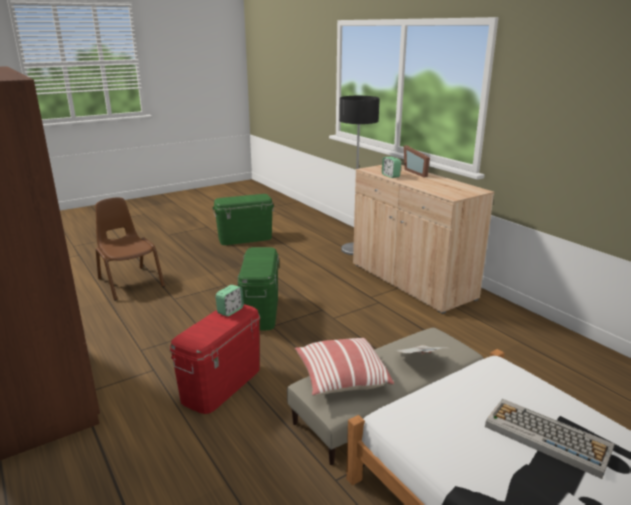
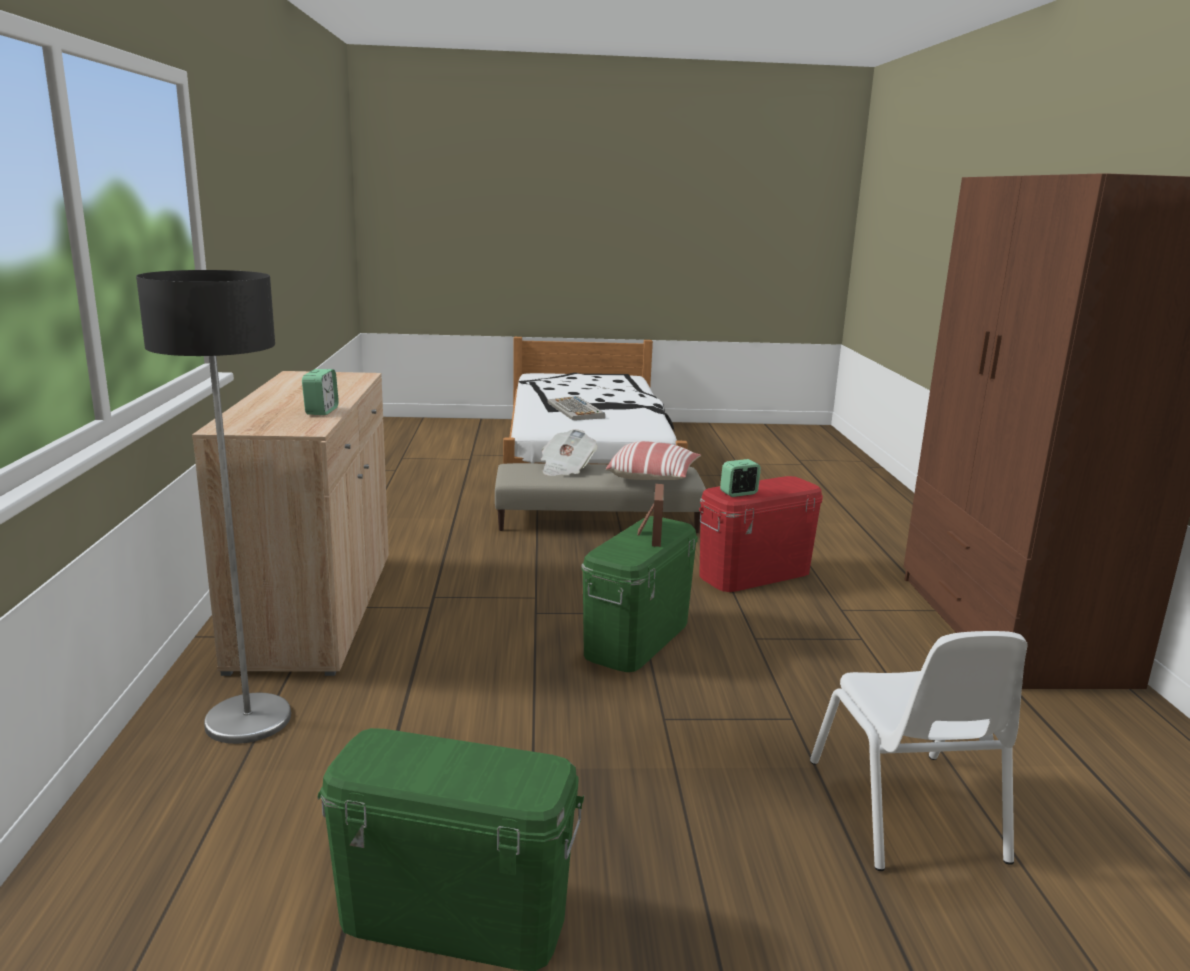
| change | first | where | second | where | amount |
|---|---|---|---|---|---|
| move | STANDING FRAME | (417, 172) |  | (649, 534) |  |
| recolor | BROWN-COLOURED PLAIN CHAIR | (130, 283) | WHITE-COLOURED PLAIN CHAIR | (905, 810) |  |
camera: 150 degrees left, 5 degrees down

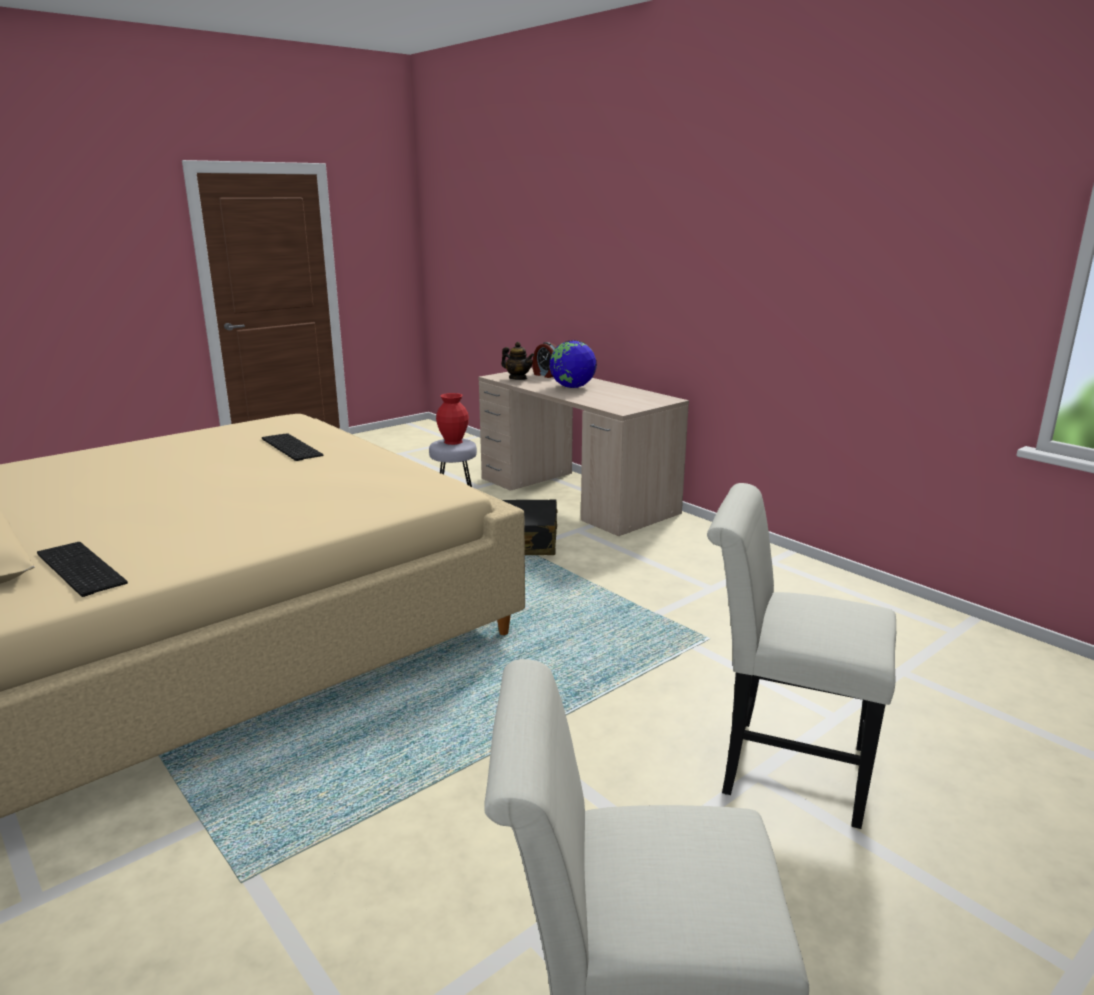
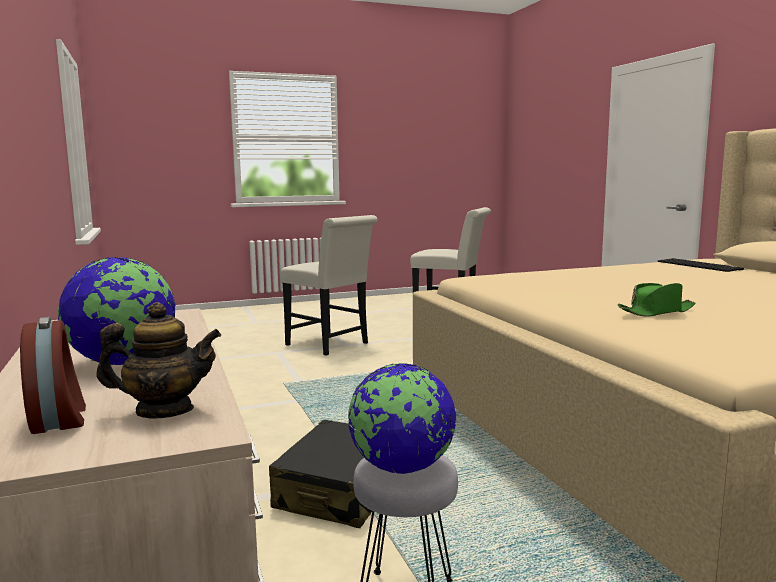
| change | first | where | second | where | amount |
|---|---|---|---|---|---|
| replace | COMPUTER KEYBOARD | (289, 447) | GREENISH HAT | (656, 312) |  |
| replace | RED DECORATIVE VASE | (453, 441) | WORLD GLOBE | (402, 468) |  |
| rotate | TEAPOT | (518, 378) |  | (164, 411) | 120 degrees clockwise |
camera: 160 degrees left, 10 degrees down

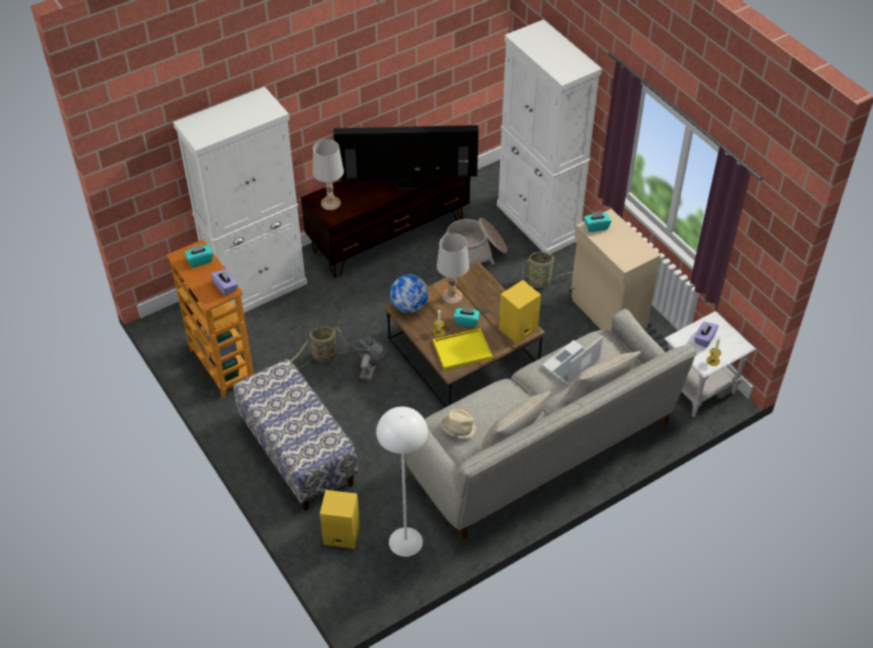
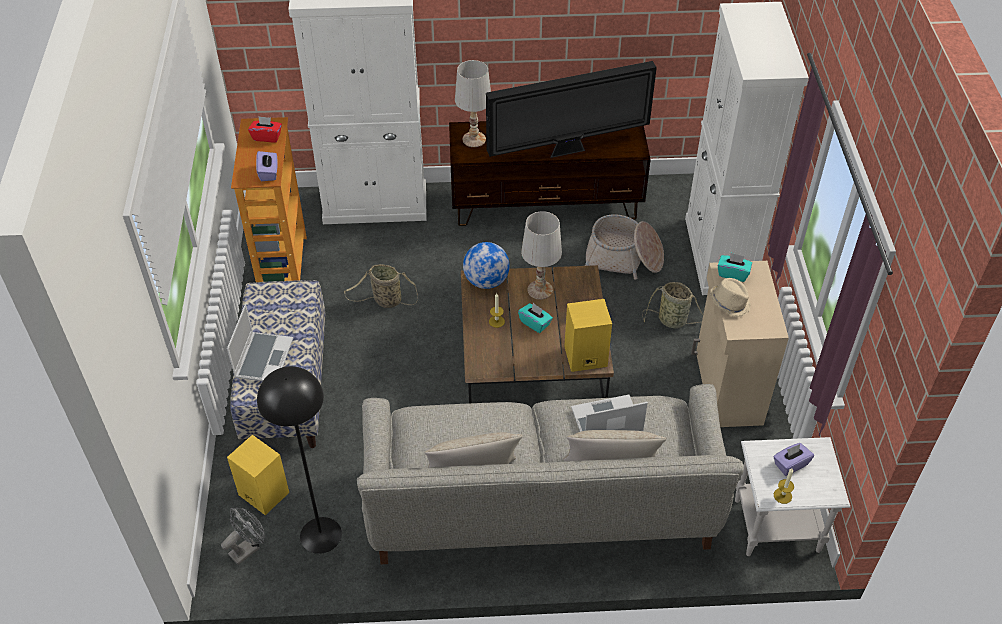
| change | first | where | second | where | amount |
|---|---|---|---|---|---|
| delete | YELLOW-COLOURED TRAY | (461, 350) |  |  |  |
| insert |  |  | LAPTOP | (263, 358) |  |
| move | GRAY COOLING FAN | (368, 369) |  | (248, 548) |  |
| move | SAND-COLOURED HAT | (458, 428) |  | (730, 302) |  |
| recolor | BLUE-GREEN BOX OF TISSUES | (200, 260) | RED BOX OF TISSUES | (267, 137) |  |
| recolor | WHITE-COLOURED STANDARD LAMP | (405, 541) | BLACK STANDARD LAMP | (321, 534) |  |
| rotate | TV | (407, 184) |  | (568, 150) | 135 degrees clockwise |
camera: 30 degrees right, 0 degrees up

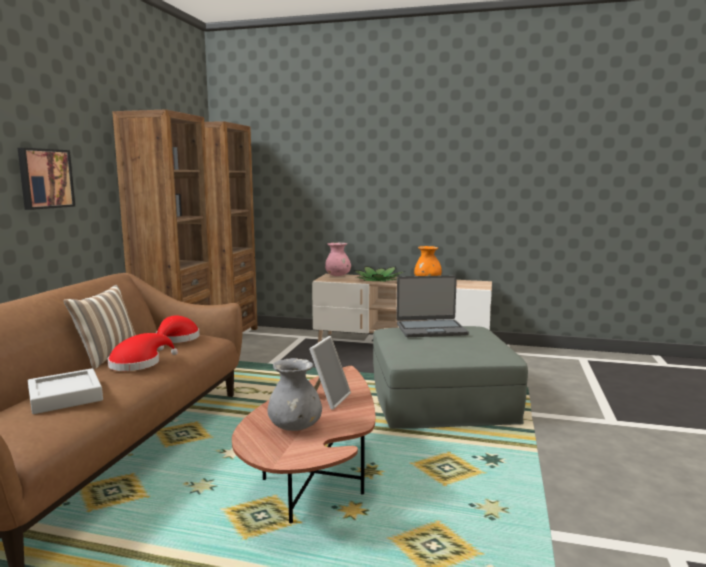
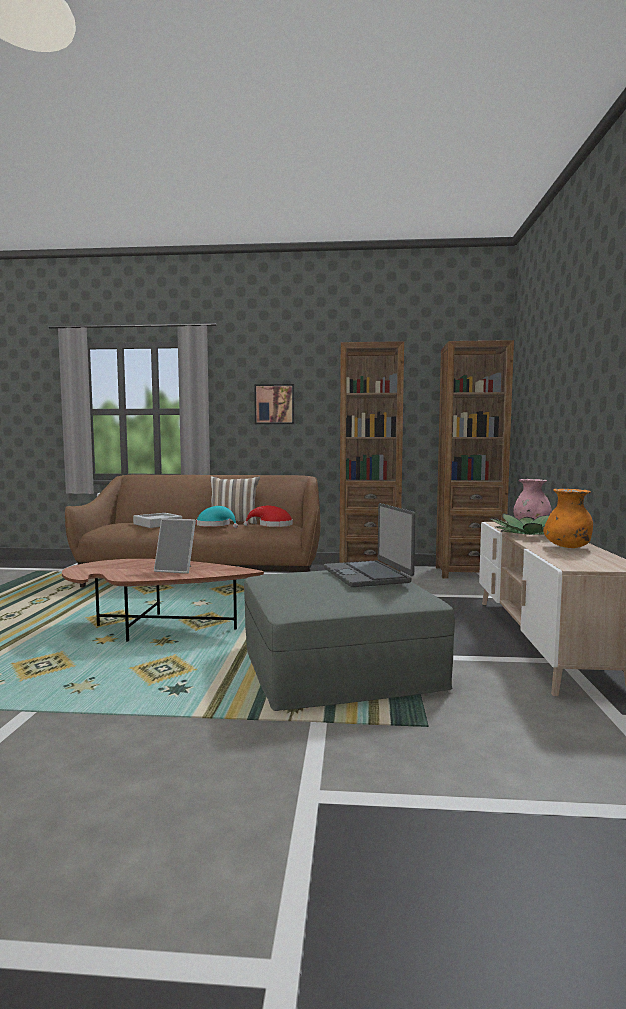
| change | first | where | second | where | amount |
|---|---|---|---|---|---|
| delete | GRAY DECORATIVE VASE | (295, 427) |  |  |  |
| recolor | RED HAT | (139, 363) | BLUE-GREEN HAT | (215, 525) |  |
camera: 80 degrees right, 5 degrees down

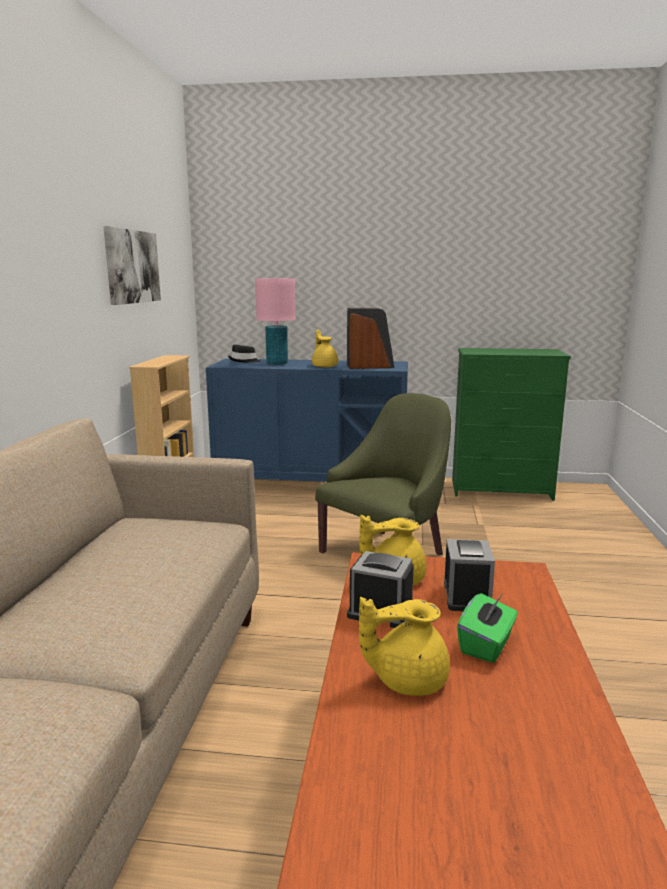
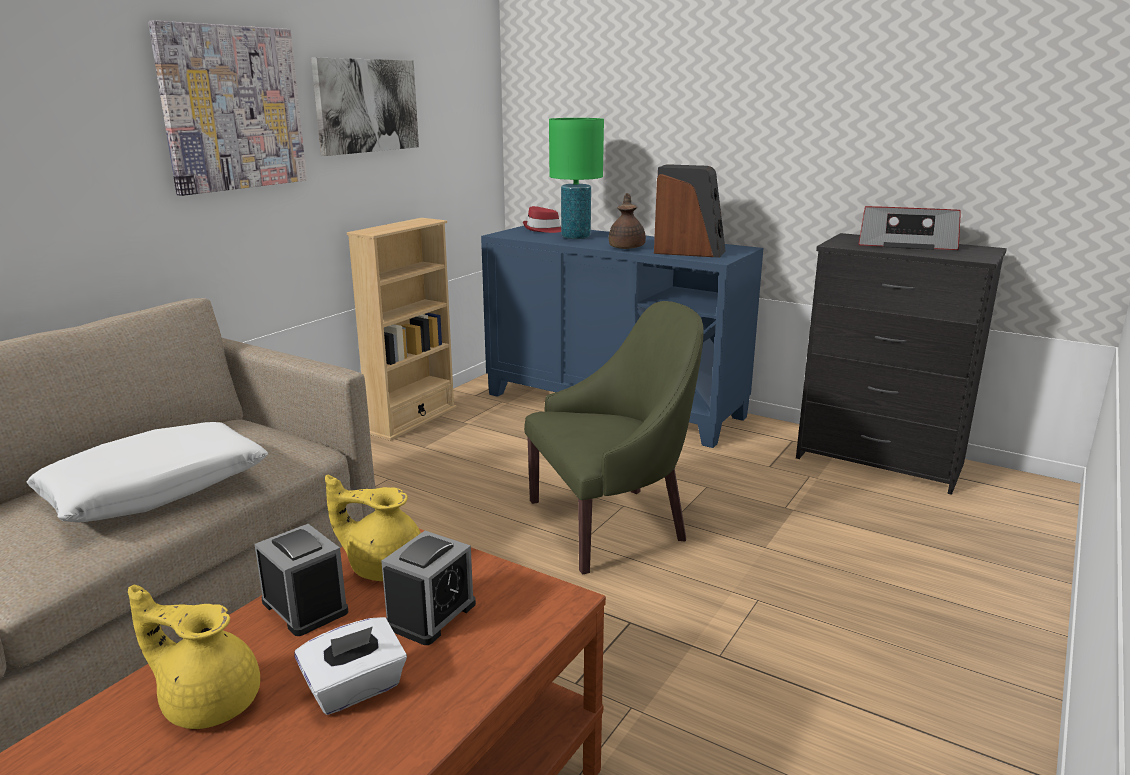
| change | first | where | second | where | amount |
|---|---|---|---|---|---|
| insert |  |  | WHITE-COLOURED PILLOW | (155, 489) |  |
| insert |  |  | WALL ART | (232, 108) |  |
| insert |  |  | RADIO | (905, 244) |  |
| recolor | BLACK HAT | (244, 361) | RED HAT | (543, 230) |  |
| recolor | PINK LAMP FOR A TABLE | (277, 363) | GREENISH LAMP FOR A TABLE | (575, 237) |  |
| recolor | YELLOW-COLOURED TEAPOT | (324, 366) | BROWN-COLOURED TEAPOT | (627, 247) |  |
| recolor | GREENISH DRAWER CHEST | (502, 490) | BLACK DRAWER CHEST | (880, 461) |  |
| recolor | GREENISH BOX OF TISSUES | (486, 645) | WHITE-COLOURED BOX OF TISSUES | (355, 689) |  |
camera: 25 degrees right, 5 degrees up

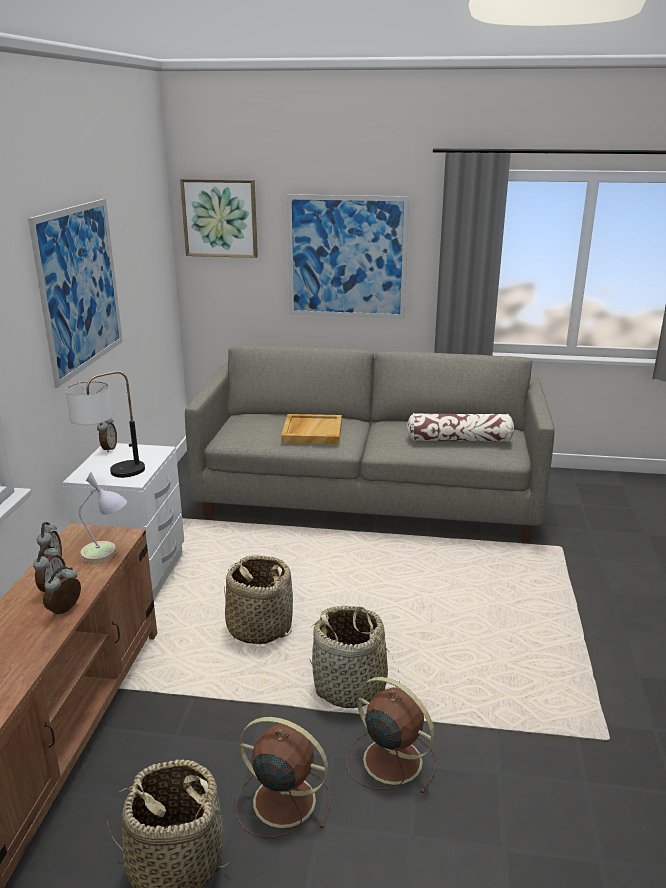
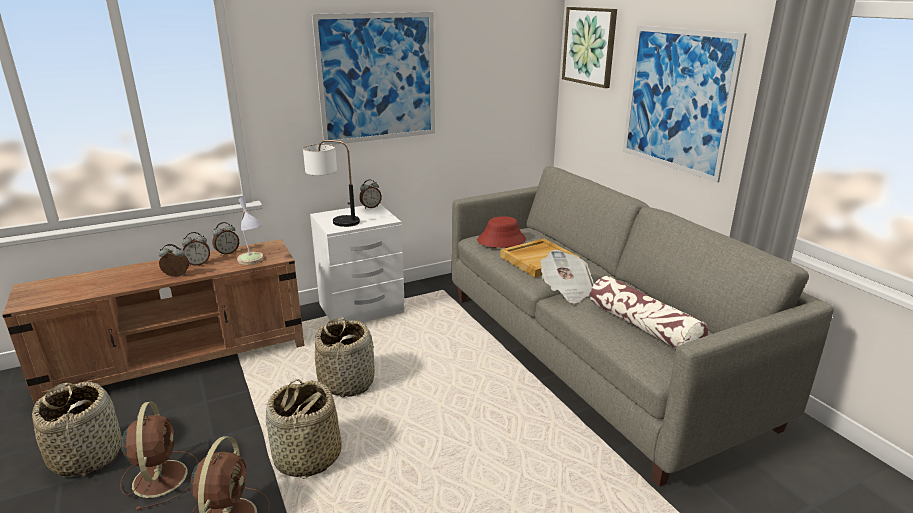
| change | first | where | second | where | amount |
|---|---|---|---|---|---|
| insert |  |  | RED HAT | (501, 240) |  |
| insert |  |  | PRINTED PAPER | (566, 290) |  |
camera: 55 degrees right, 0 degrees up

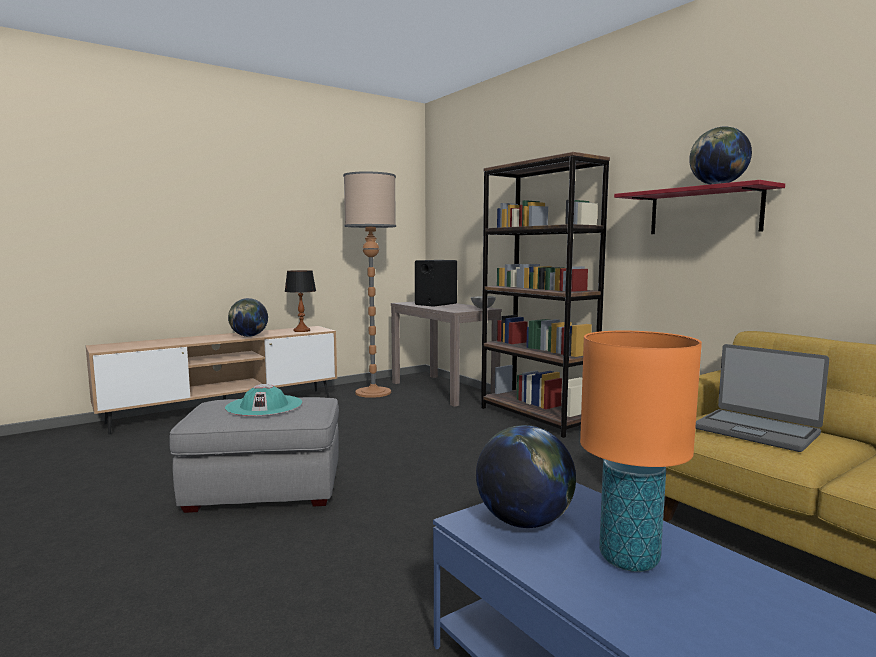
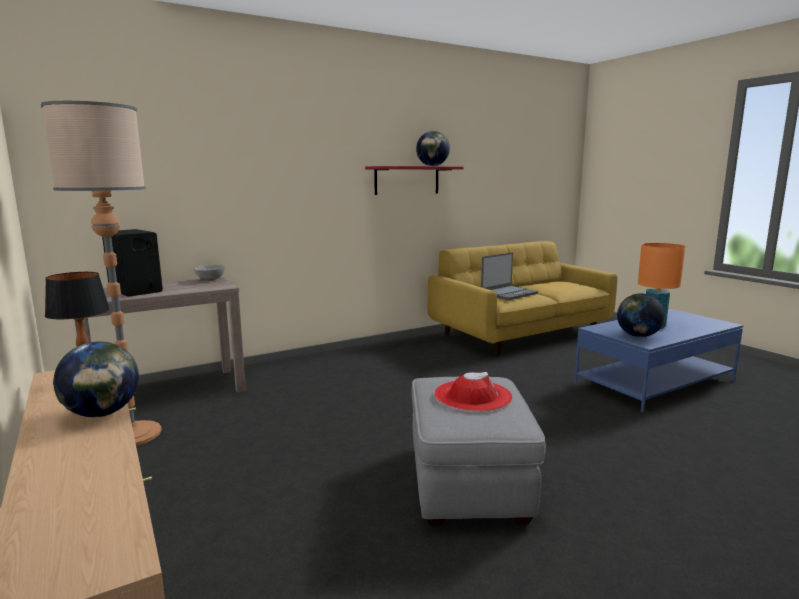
| change | first | where | second | where | amount |
|---|---|---|---|---|---|
| delete | BROWN-COLOURED BOOKSHELF | (536, 417) |  |  |  |
| recolor | BLUE-GREEN HAT | (264, 406) | RED HAT | (472, 395) |  |
camera: 85 degrees left, 5 degrees up

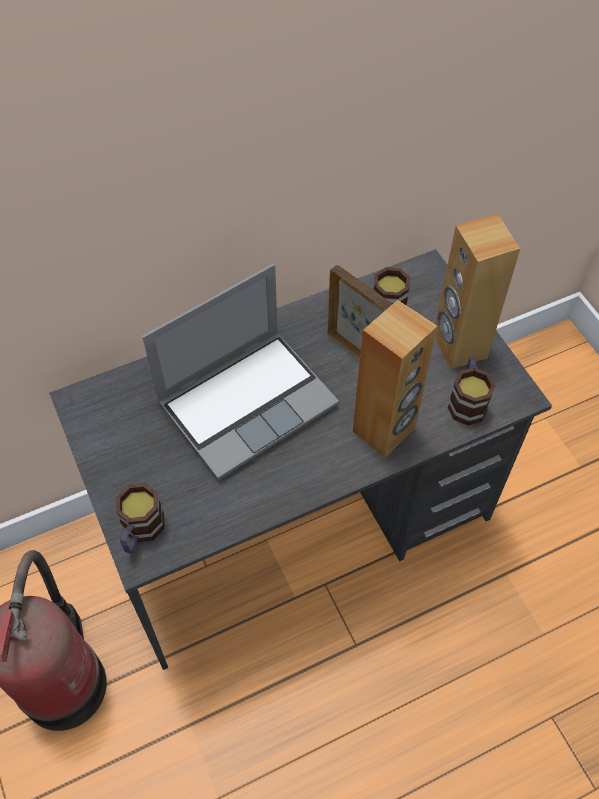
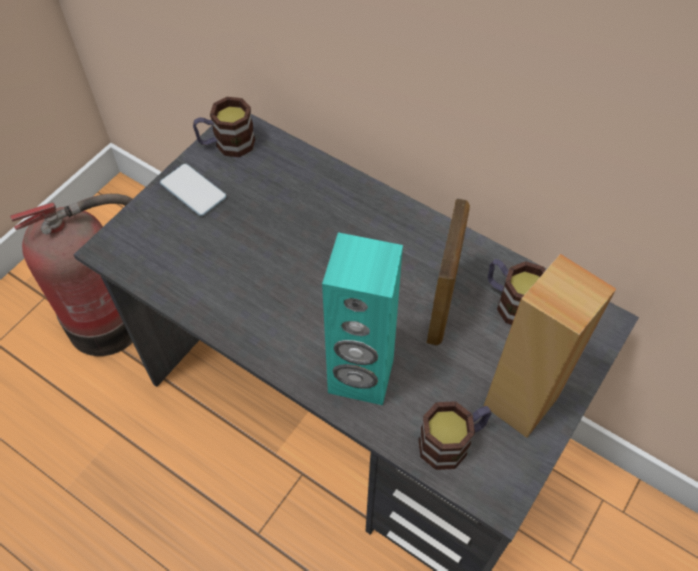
| change | first | where | second | where | amount |
|---|---|---|---|---|---|
| delete | LAPTOP | (248, 402) |  |  |  |
| insert |  |  | PHONE | (193, 191) |  |
| move | MUG | (140, 531) |  | (227, 144) |  |
| recolor | BROWN-COLOURED LOUDSPEAKER | (384, 430) | BLUE-GREEN LOUDSPEAKER | (360, 377) |  |
camera: 60 degrees right, 0 degrees up

